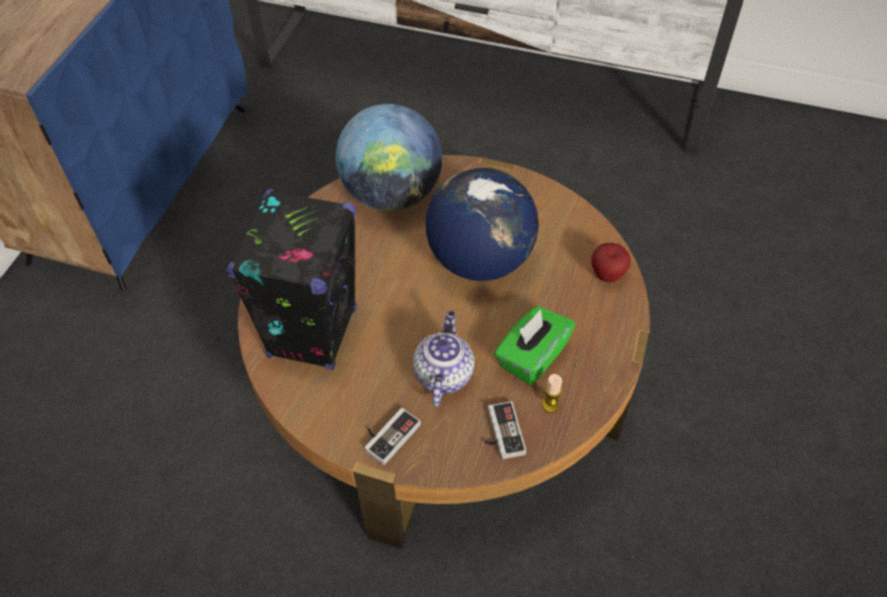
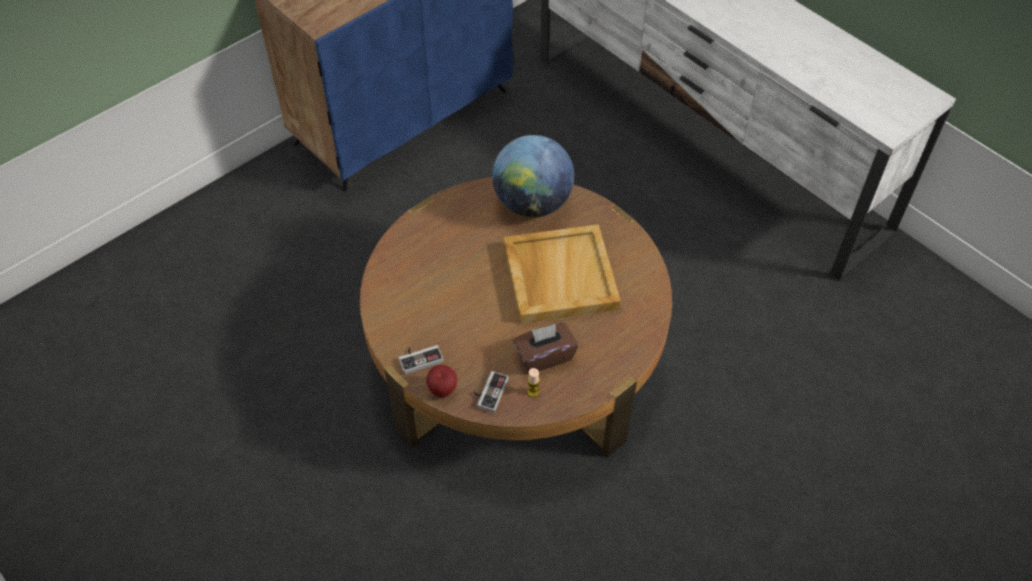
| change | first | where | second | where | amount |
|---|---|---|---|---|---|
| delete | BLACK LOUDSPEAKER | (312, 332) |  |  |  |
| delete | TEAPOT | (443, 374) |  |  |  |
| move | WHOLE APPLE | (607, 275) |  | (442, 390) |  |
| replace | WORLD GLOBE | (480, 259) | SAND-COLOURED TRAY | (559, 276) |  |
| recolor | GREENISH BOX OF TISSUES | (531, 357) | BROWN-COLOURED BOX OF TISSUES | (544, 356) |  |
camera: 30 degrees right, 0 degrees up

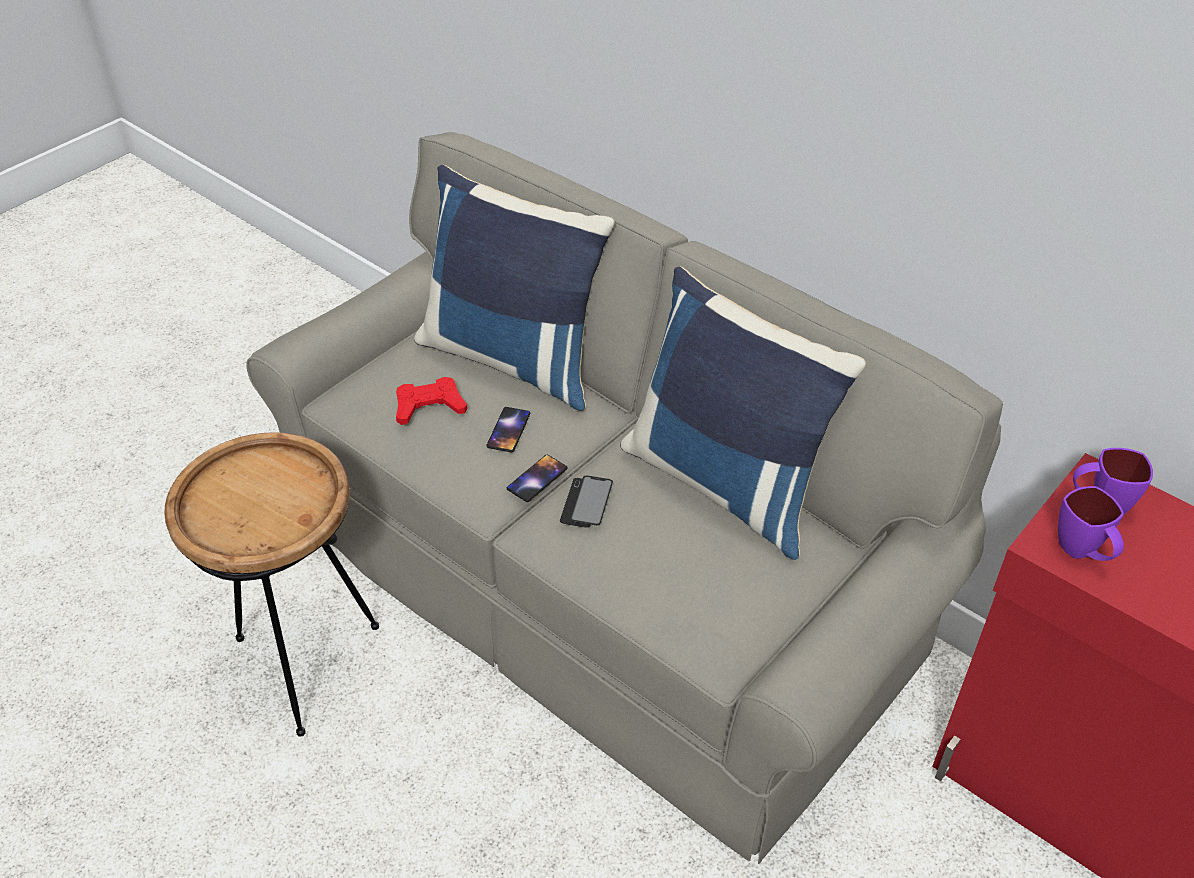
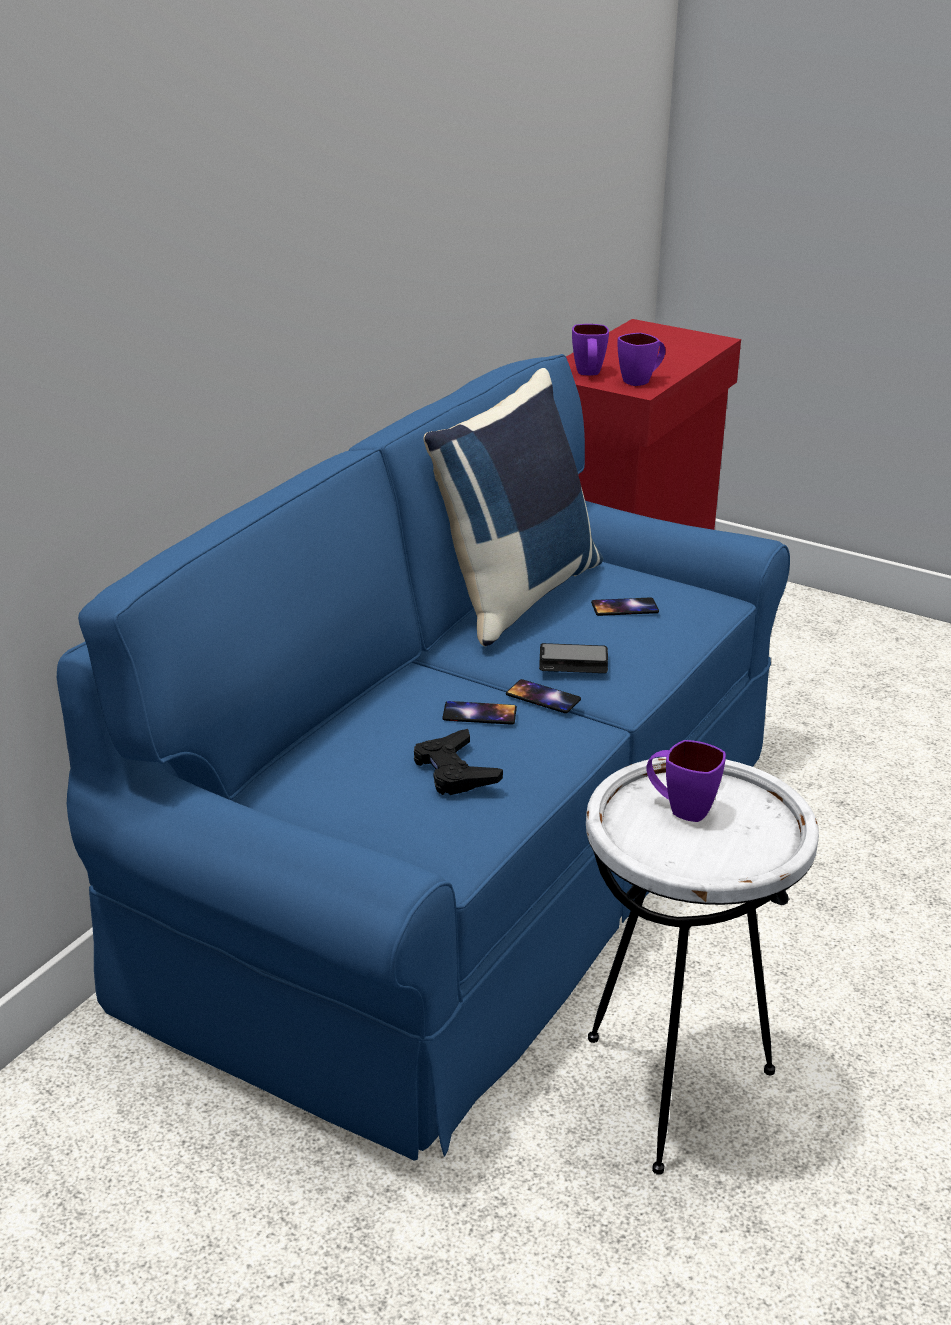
| change | first | where | second | where | amount |
|---|---|---|---|---|---|
| delete | BLUE PILLOW | (514, 358) |  |  |  |
| insert |  |  | PHONE | (624, 608) |  |
| insert |  |  | PURPLISH MUG | (680, 808) |  |
| recolor | BROWN-COLOURED END TABLE | (305, 665) | WHITE-COLOURED END TABLE | (673, 1091) |  |
| recolor | GRAY SETTEE | (597, 582) | BLUE SETTEE | (471, 868) |  |
| recolor | RED GAME CONTROLLER | (429, 406) | BLACK GAME CONTROLLER | (454, 771) |  |
camera: 100 degrees left, 15 degrees down

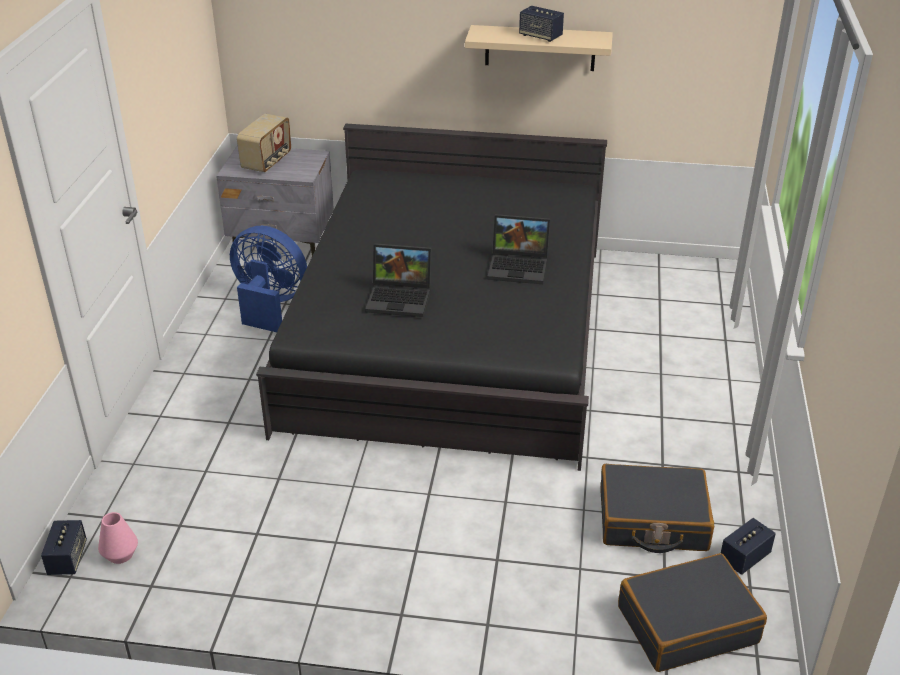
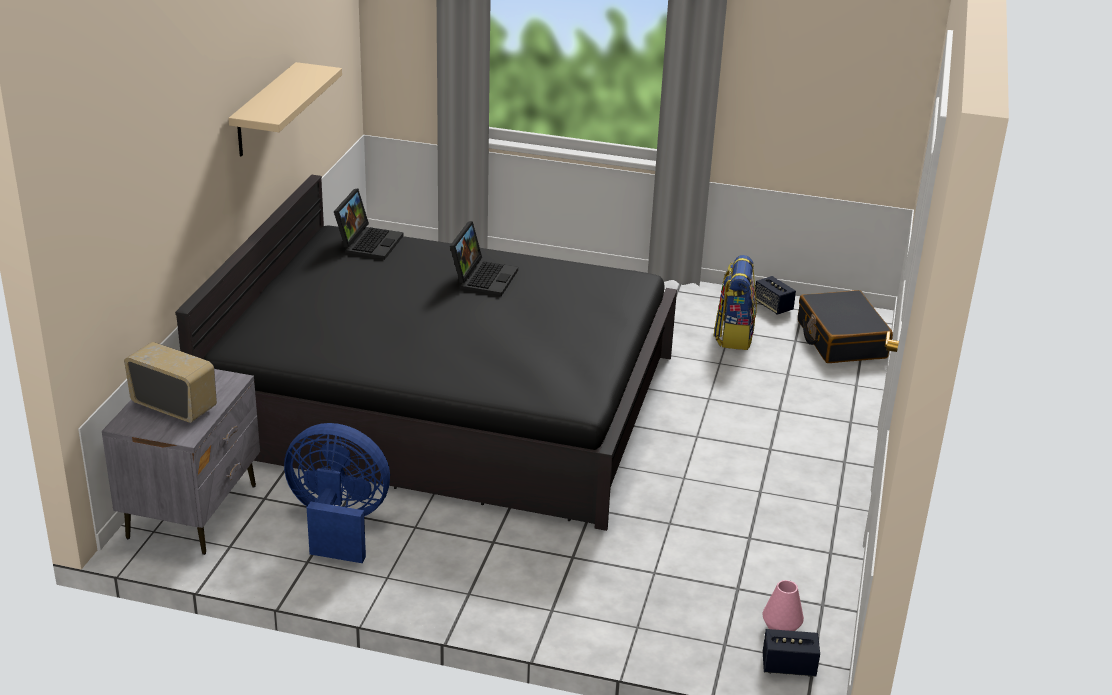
| change | first | where | second | where | amount |
|---|---|---|---|---|---|
| delete | LOUDSPEAKER | (540, 36) |  |  |  |
| move | LAPTOP | (401, 298) |  | (368, 242) |  |
| replace | BLACK TRAVEL CASE | (652, 521) | RUCKSACK | (733, 335) |  |
| rotate | BLUE COOLING FAN | (269, 305) |  | (338, 525) | 75 degrees clockwise |
camera: 85 degrees left, 5 degrees down

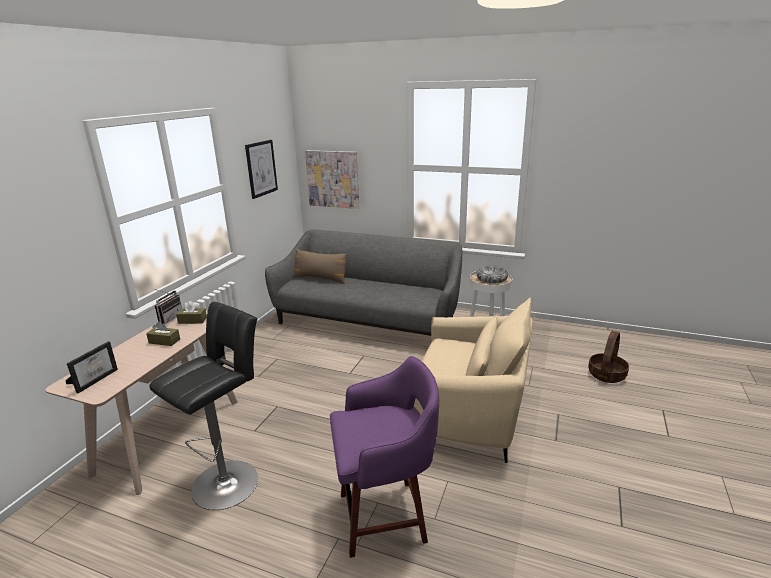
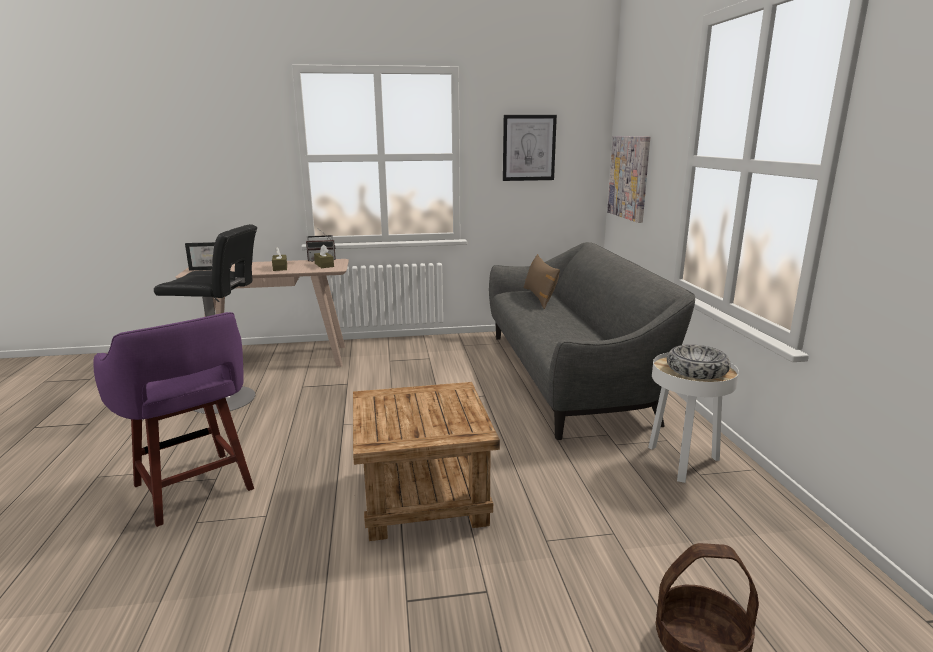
| change | first | where | second | where | amount |
|---|---|---|---|---|---|
| replace | SAND-COLOURED EASY CHAIR | (468, 412) | BROWN-COLOURED END TABLE | (421, 498) |  |
camera: 60 degrees right, 5 degrees down

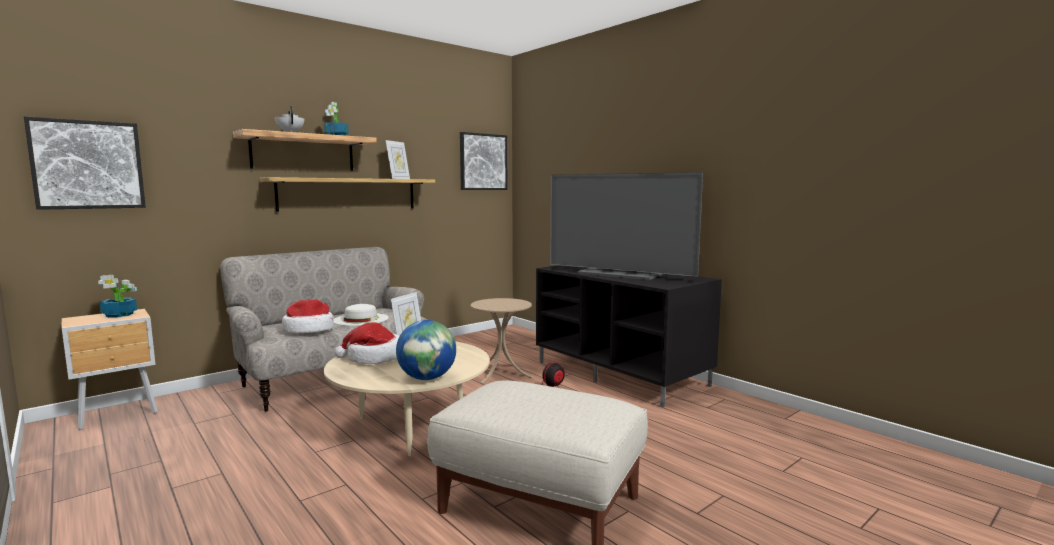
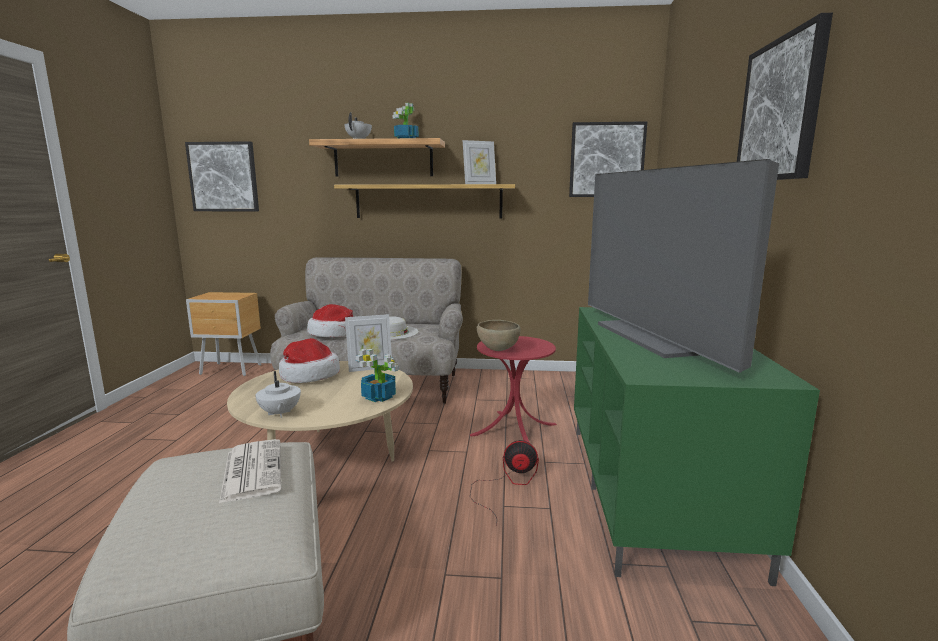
| change | first | where | second | where | amount |
|---|---|---|---|---|---|
| insert |  |  | PRINTED PAPER | (252, 470) |  |
| insert |  |  | BROWN-COLOURED DEEP DISH | (498, 350) |  |
| insert |  |  | WALL ART | (780, 110) |  |
| move | PLANT IN A POT | (120, 315) |  | (379, 396) |  |
| replace | WORLD GLOBE | (427, 378) | WHITE-COLOURED TEAPOT | (279, 413) |  |
| recolor | SAND-COLOURED END TABLE | (501, 372) | RED END TABLE | (514, 429) |  |
| recolor | BLACK MEDIA CONSOLE | (622, 373) | GREENISH MEDIA CONSOLE | (654, 492) |  |
camera: 45 degrees right, 5 degrees up

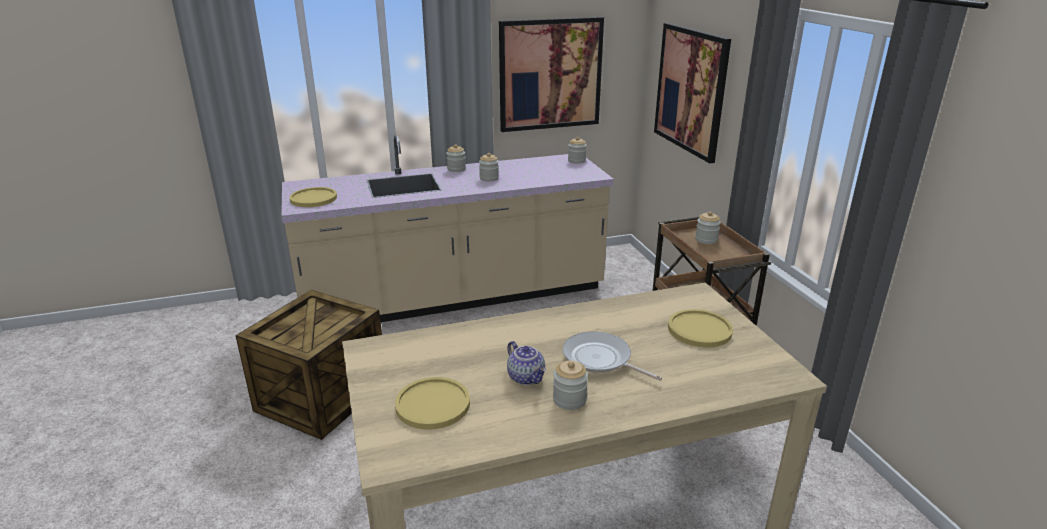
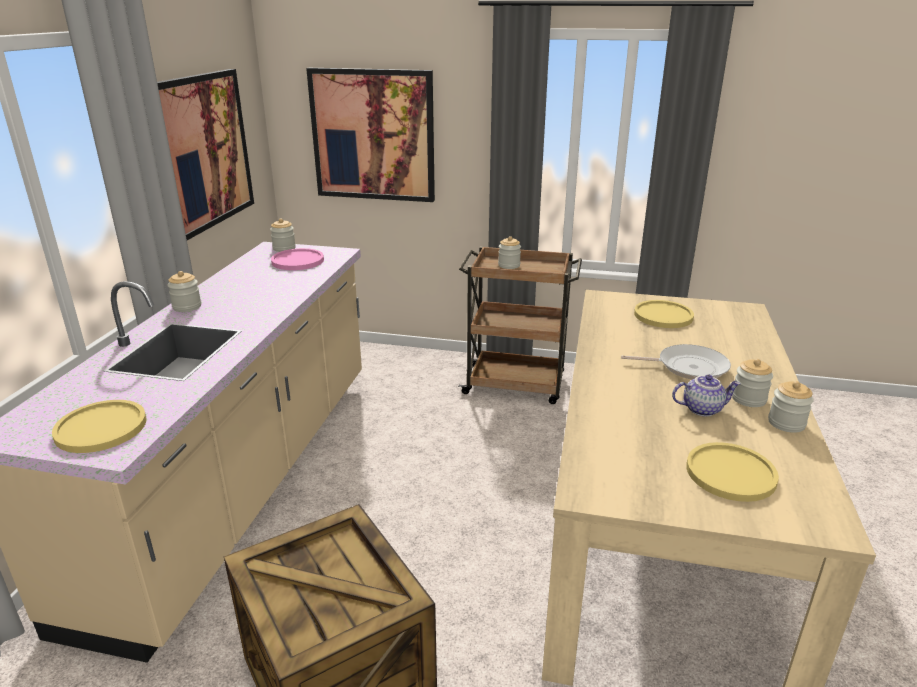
| change | first | where | second | where | amount |
|---|---|---|---|---|---|
| insert |  |  | PINK FLAT DISH | (297, 261) |  |
| move | PRESERVE JAR | (489, 178) |  | (786, 423) |  |
| rotate | PAN | (600, 359) |  | (688, 367) | 150 degrees counterclockwise |
camera: 60 degrees left, 0 degrees up

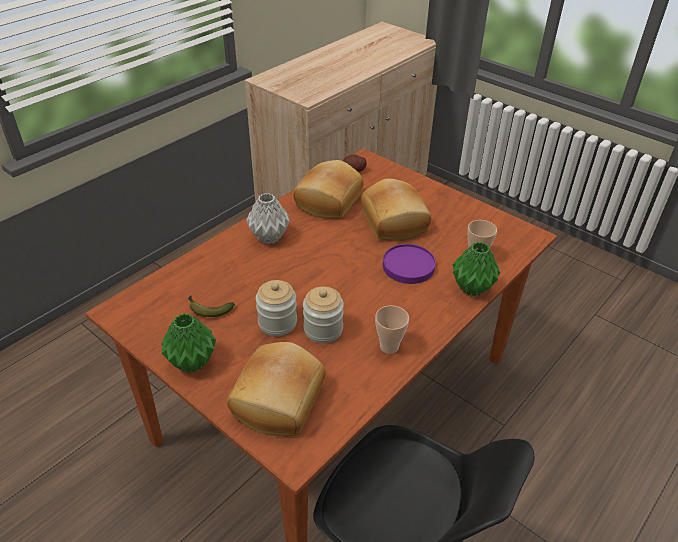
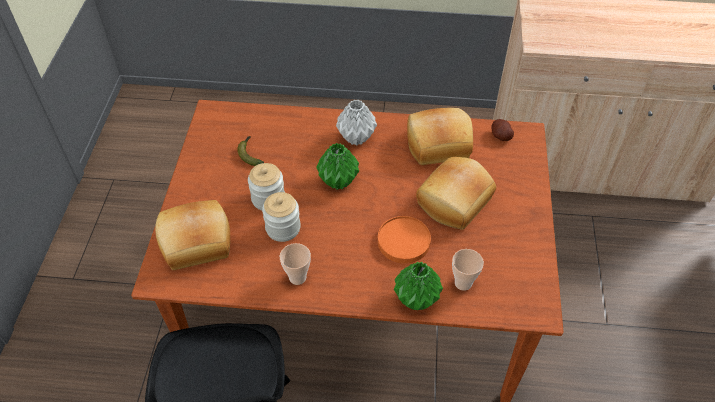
| change | first | where | second | where | amount |
|---|---|---|---|---|---|
| move | GREENISH DECORATIVE VASE | (192, 361) |  | (339, 181) |  |
| recolor | PURPLISH FLAT DISH | (408, 266) | ORANGE-COLOURED FLAT DISH | (404, 241) |  |
camera: 55 degrees right, 10 degrees up

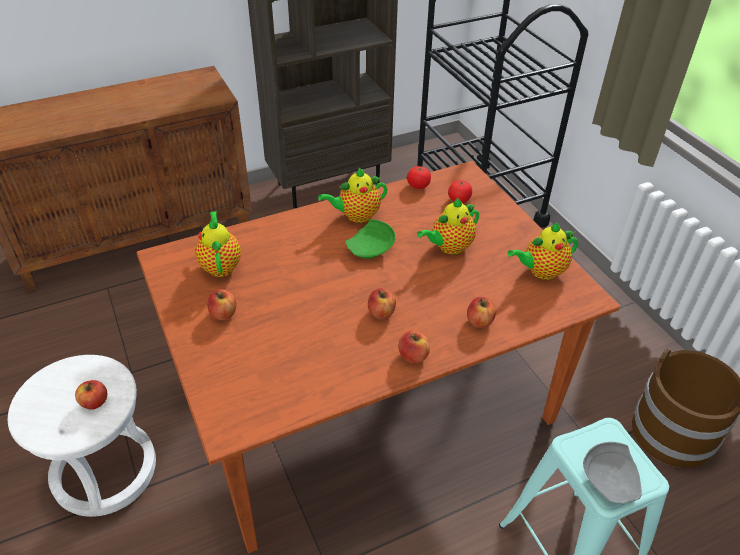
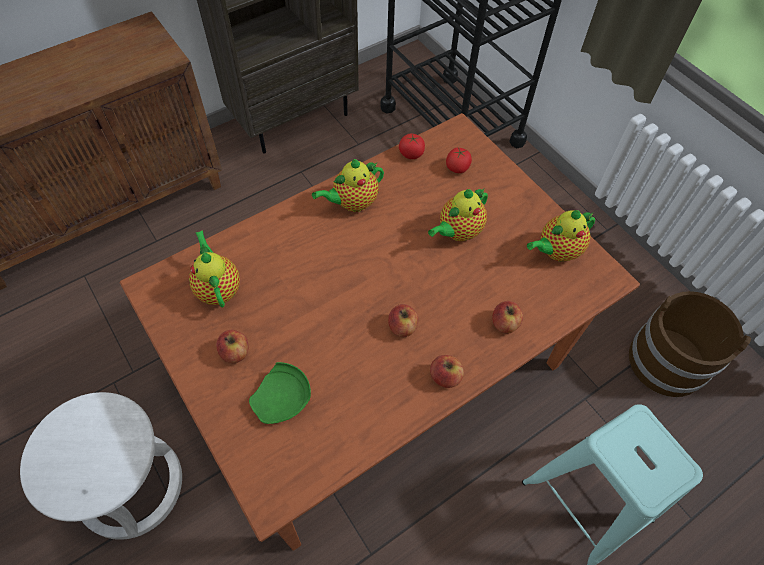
| change | first | where | second | where | amount |
|---|---|---|---|---|---|
| delete | WHOLE APPLE | (94, 402) |  |  |  |
| delete | GRAY FLAT DISH | (611, 479) |  |  |  |
| move | GREENISH FLAT DISH | (371, 248) |  | (283, 399) |  |
camera: 10 degrees left, 15 degrees up

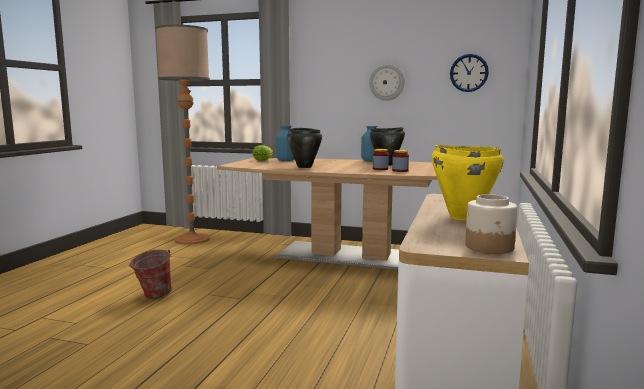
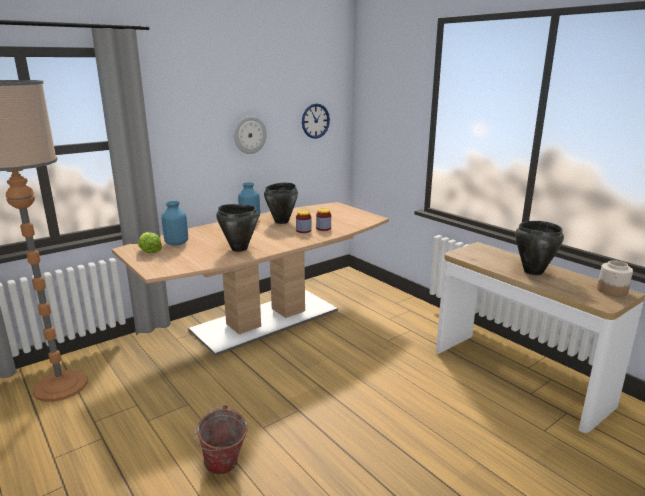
| change | first | where | second | where | amount |
|---|---|---|---|---|---|
| recolor | YELLOW-COLOURED STOCKPOT | (462, 217) | BLACK STOCKPOT | (533, 271) |  |
camera: 55 degrees left, 10 degrees up

